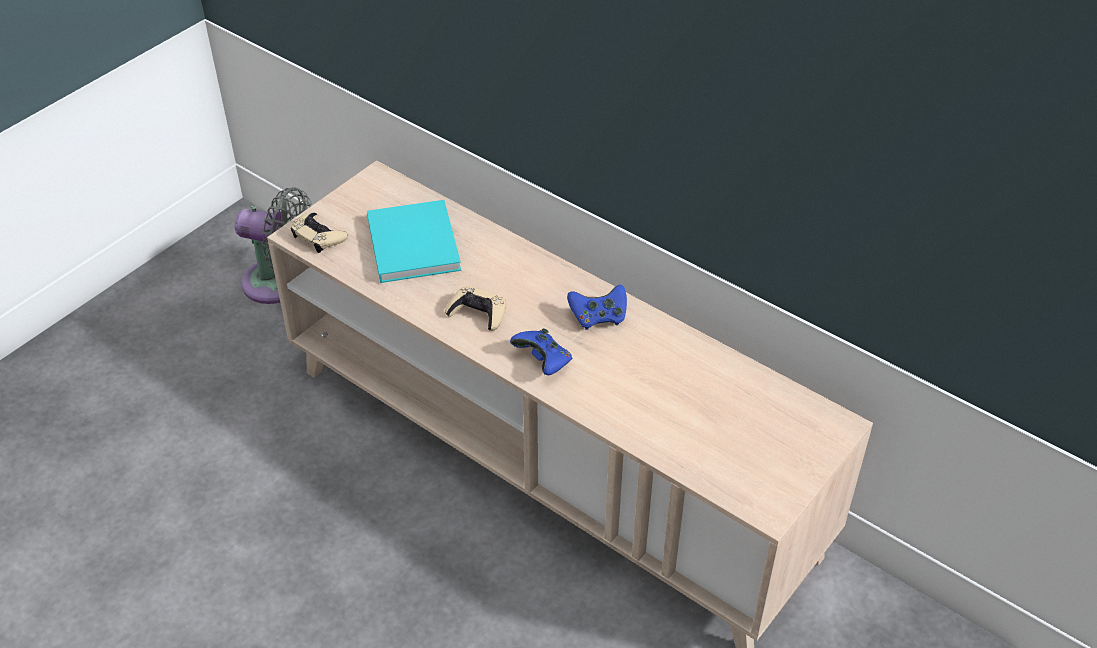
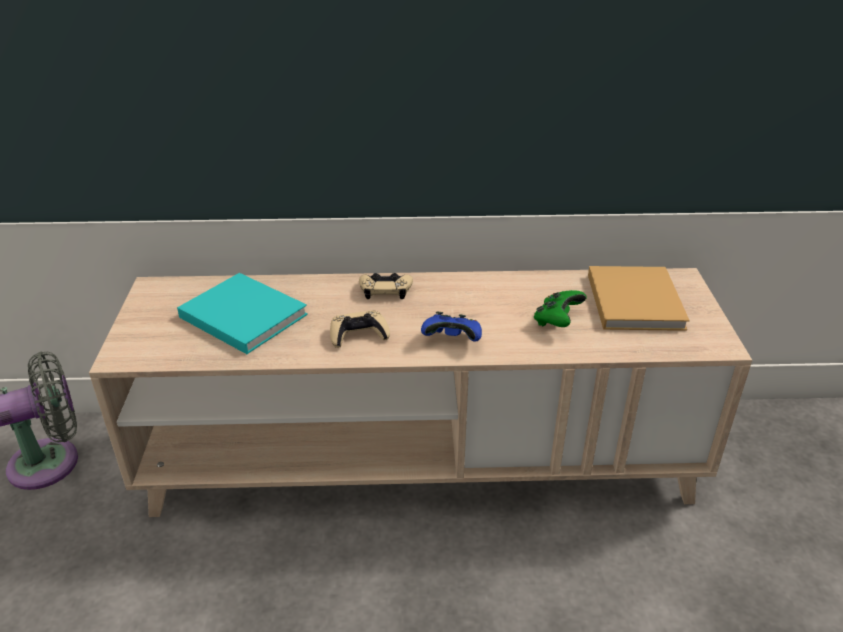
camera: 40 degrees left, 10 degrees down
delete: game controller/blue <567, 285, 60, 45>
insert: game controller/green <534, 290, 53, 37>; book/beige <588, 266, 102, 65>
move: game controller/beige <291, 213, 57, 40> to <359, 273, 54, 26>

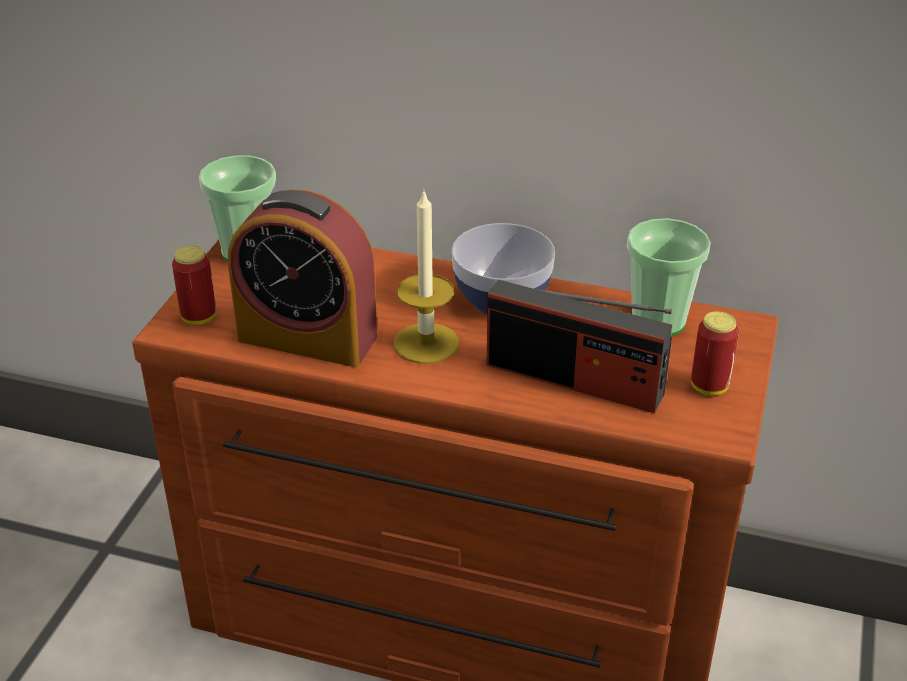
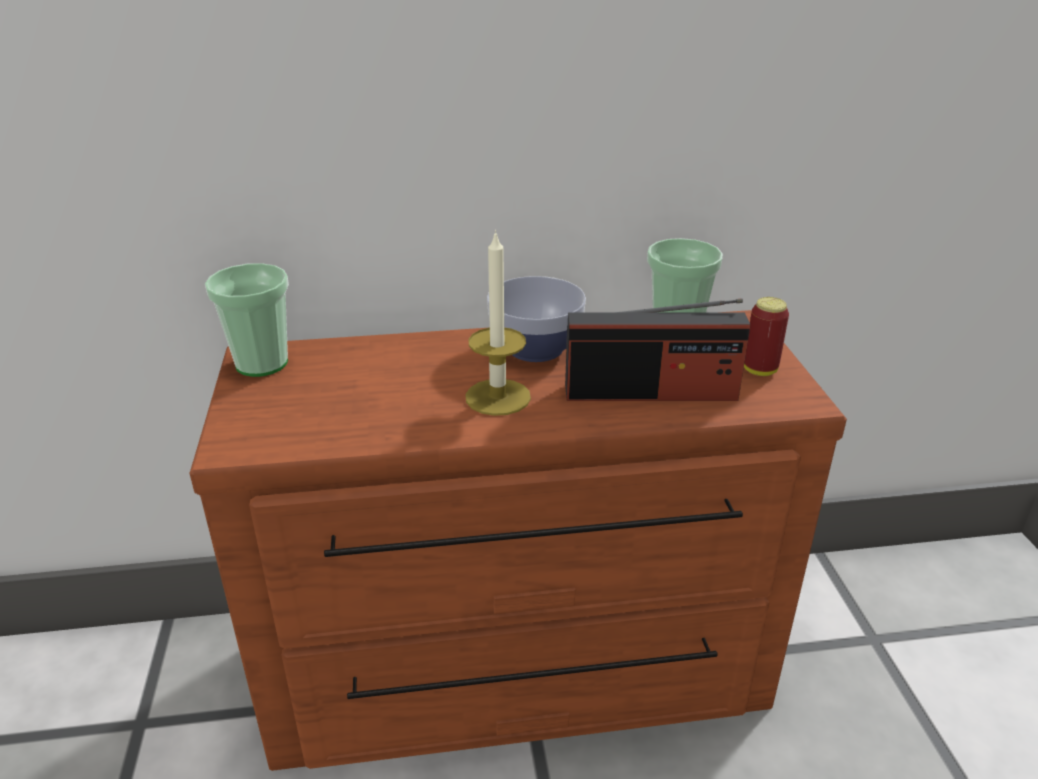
camera: 25 degrees left, 5 degrees down
delete: can <172, 245, 44, 80>; alarm clock <228, 189, 149, 178>

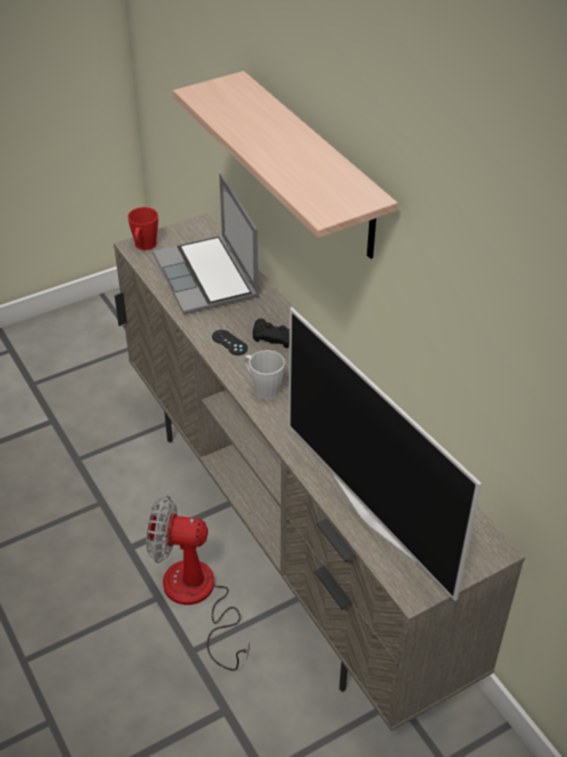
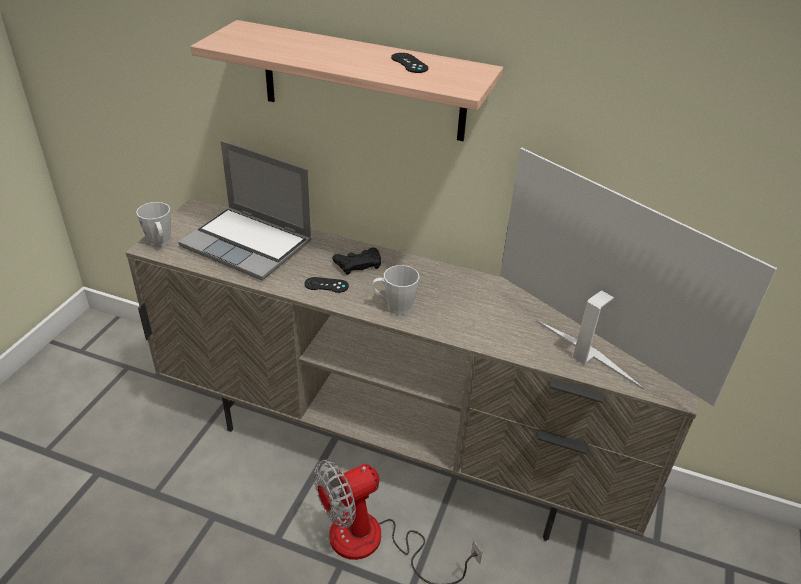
camera: 40 degrees left, 5 degrees down
insert: game controller/black <391, 53, 37, 20>
recolor: mug/red <128, 207, 30, 43> to mug/grey <136, 202, 35, 45>
rotate: television <288, 307, 194, 294> = <500, 147, 277, 259> 150 degrees counterclockwise

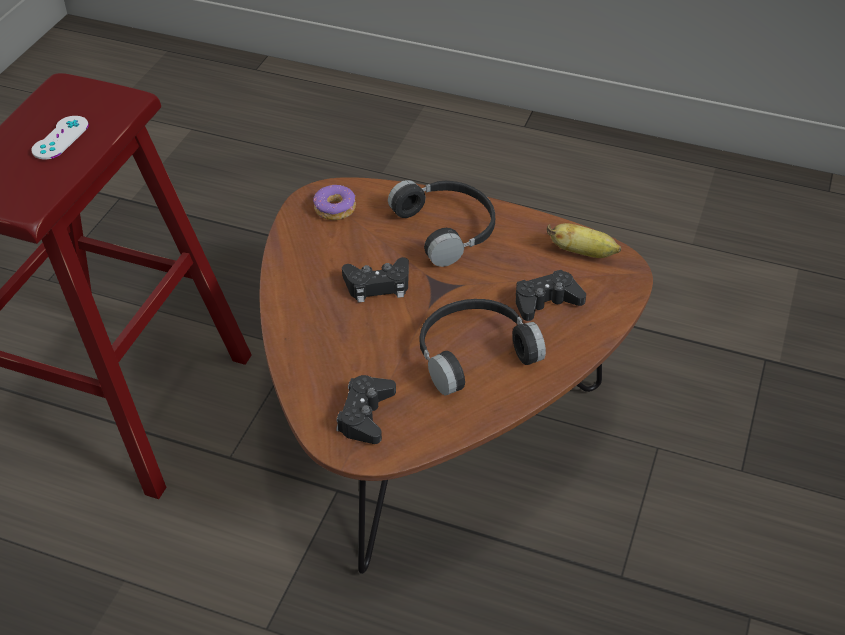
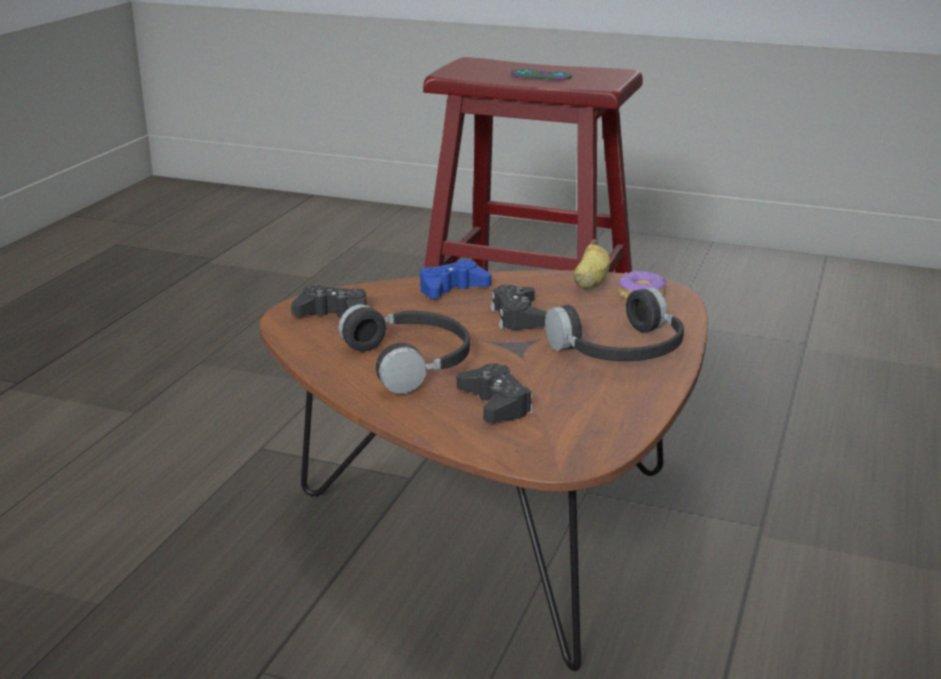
camera: 90 degrees right, 20 degrees down
insert: game controller/blue <420, 260, 71, 38>
move: banana <547, 223, 74, 35> to <573, 239, 37, 50>
recolor: game controller/white <31, 116, 58, 43> to game controller/green <511, 69, 61, 11>

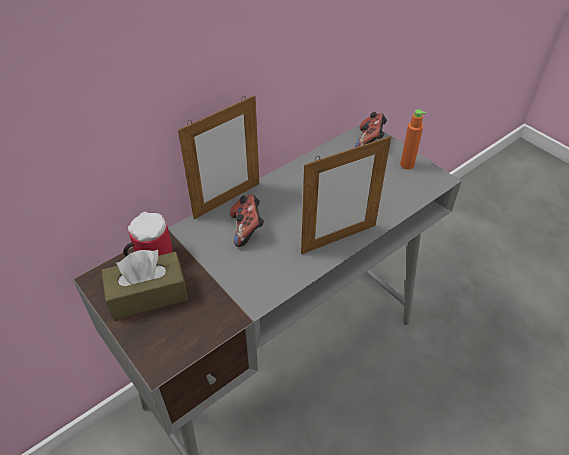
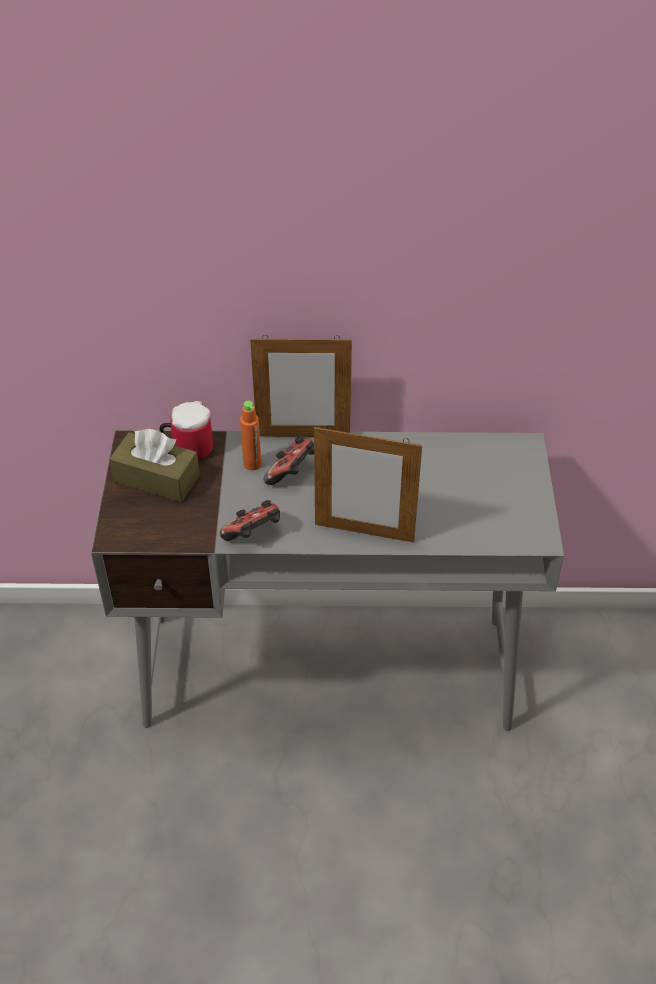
camera: 40 degrees right, 0 degrees up
move: game controller <355, 112, 32, 36> to <220, 500, 60, 41>; bottle/orange <400, 109, 26, 61> to <240, 401, 21, 69>

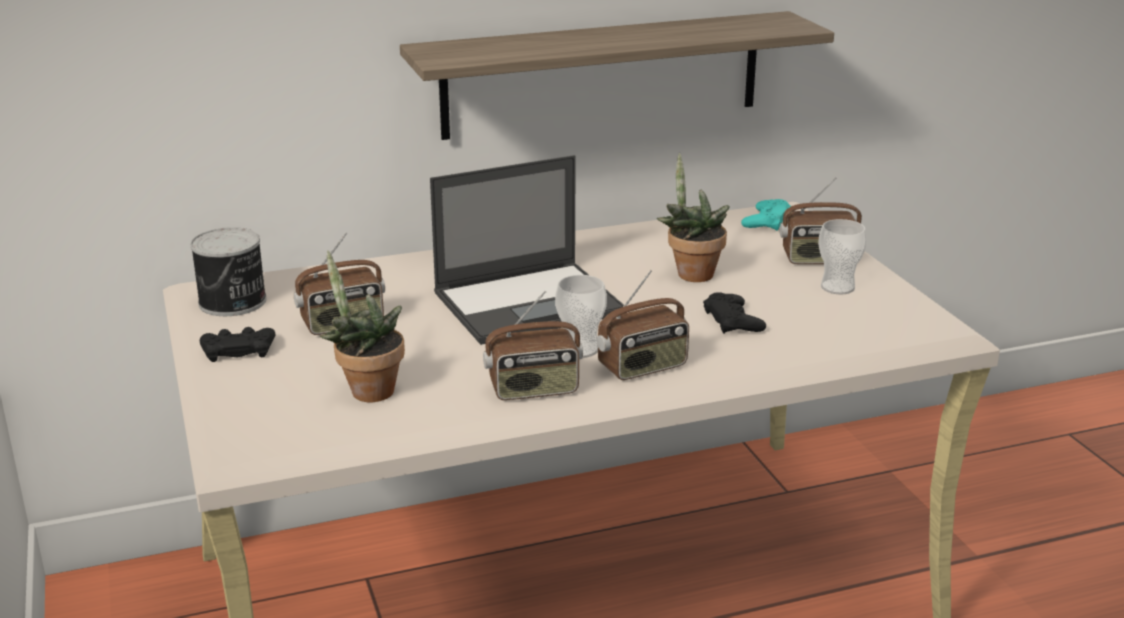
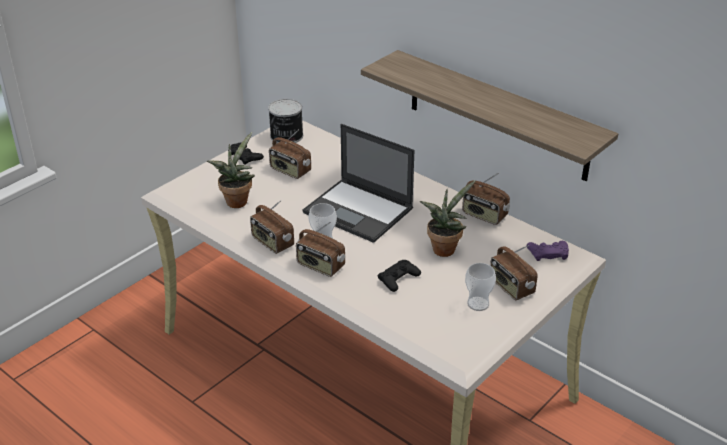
camera: 60 degrees right, 10 degrees up
insert: radio <462, 173, 48, 52>
recolor: game controller/turquoise <741, 199, 50, 32> to game controller/purple <527, 241, 42, 20>

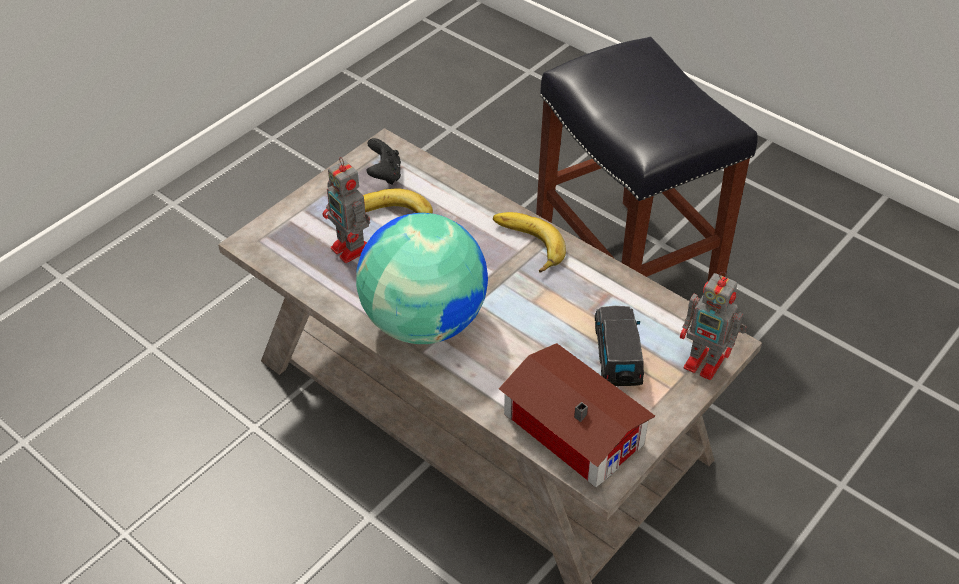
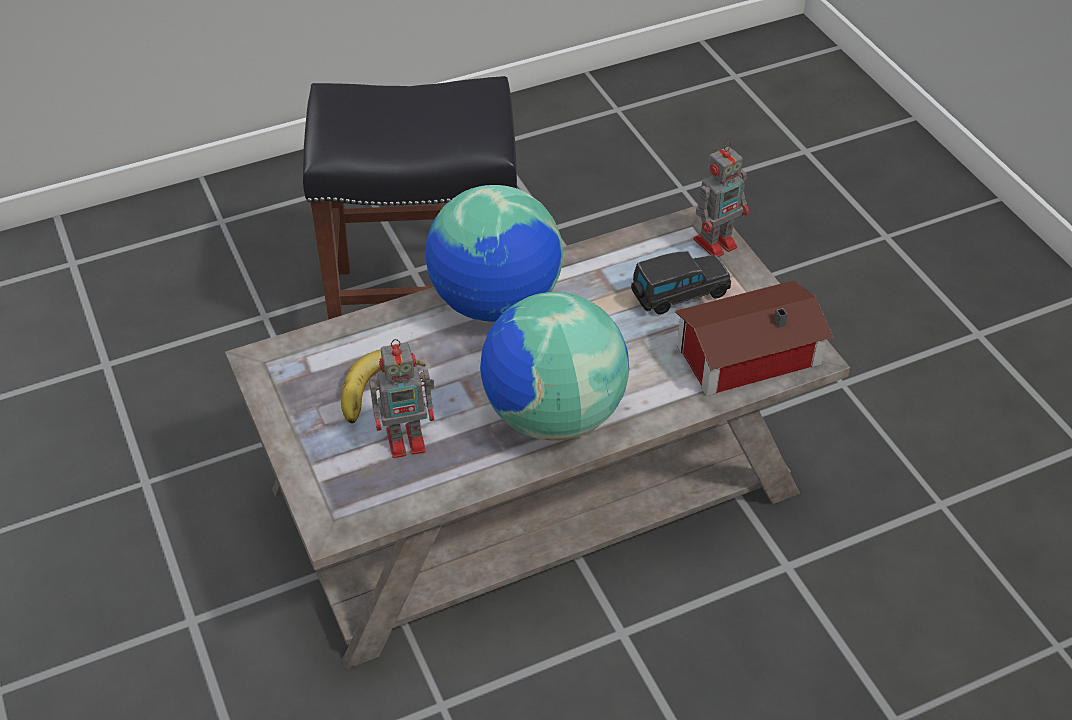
camera: 65 degrees left, 0 degrees up
delete: game controller/black <367, 138, 34, 47>
replace: banana <493, 212, 73, 60> to globe <425, 185, 138, 138>
rotate: toy car/black <595, 306, 49, 80> = <631, 251, 100, 64> 135 degrees clockwise

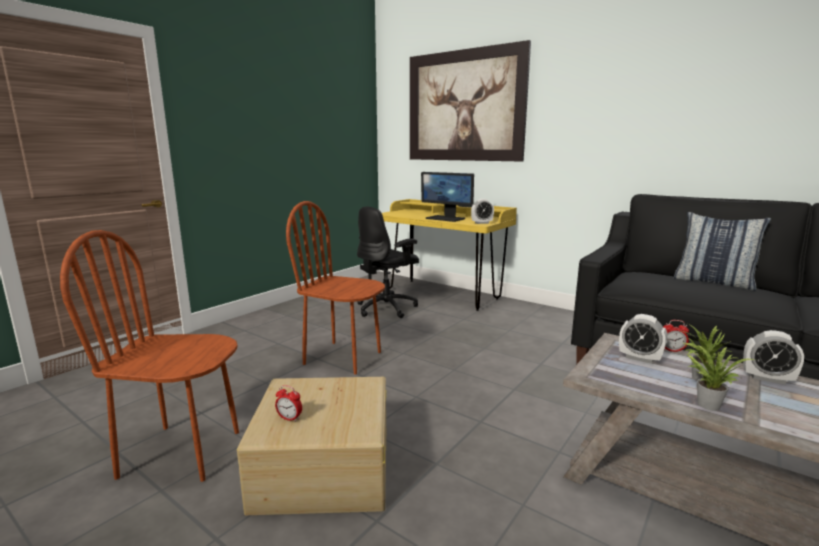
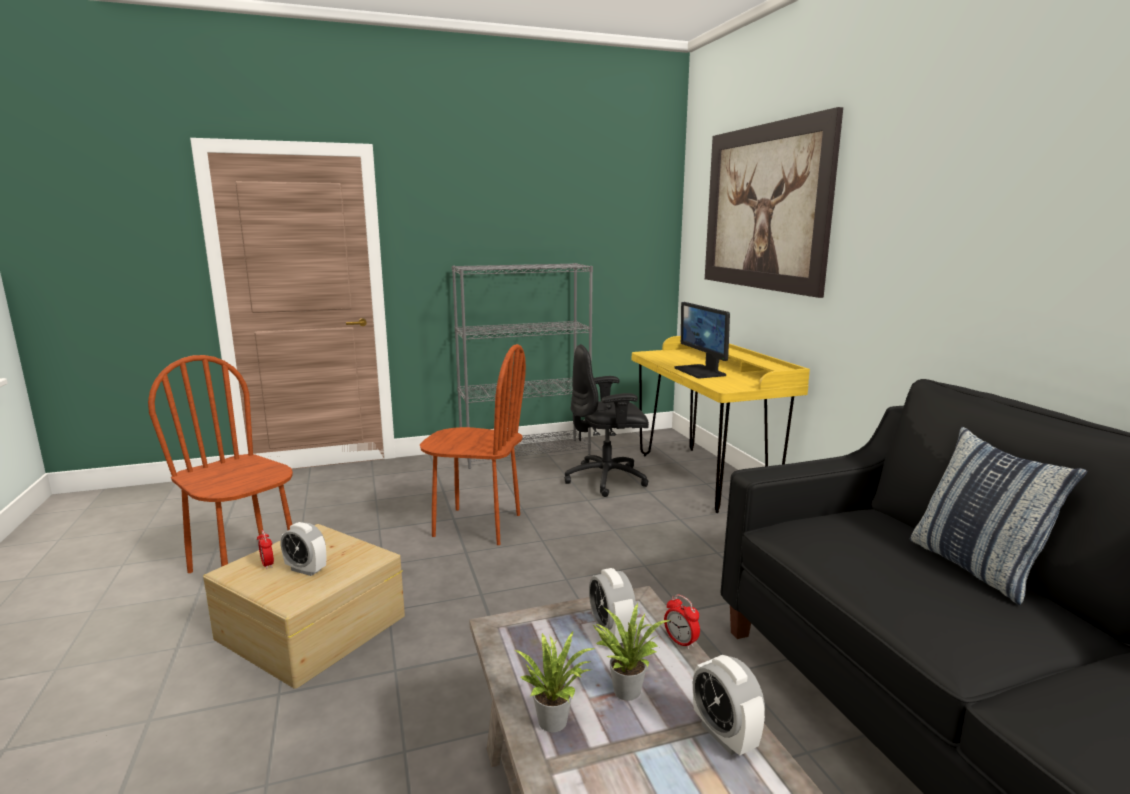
camera: 35 degrees right, 0 degrees up
insert: bookcase/grey <452, 263, 141, 206>
move: alarm clock <471, 199, 23, 25> to <281, 522, 45, 54>
rotate: chair/brown <286, 201, 99, 174> = <420, 344, 106, 201> 135 degrees clockwise

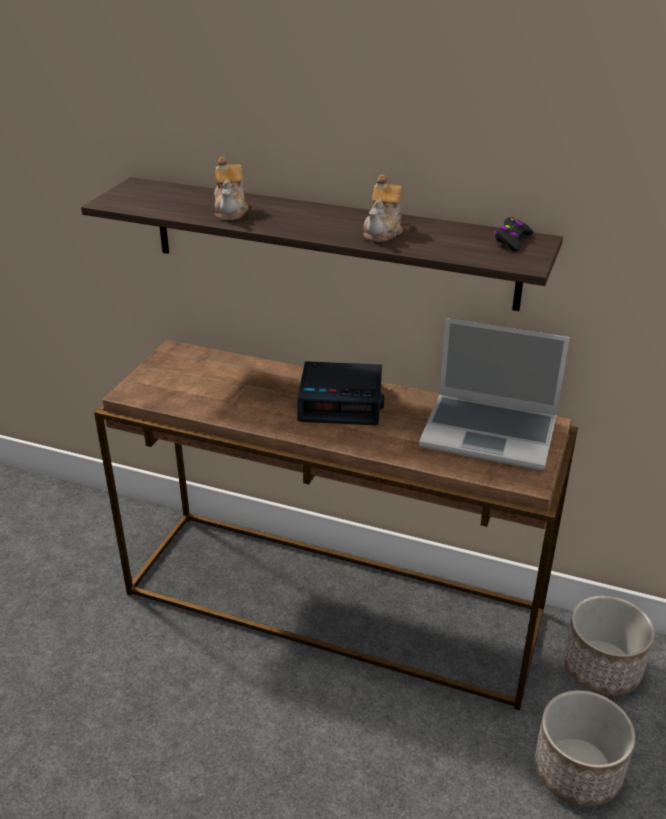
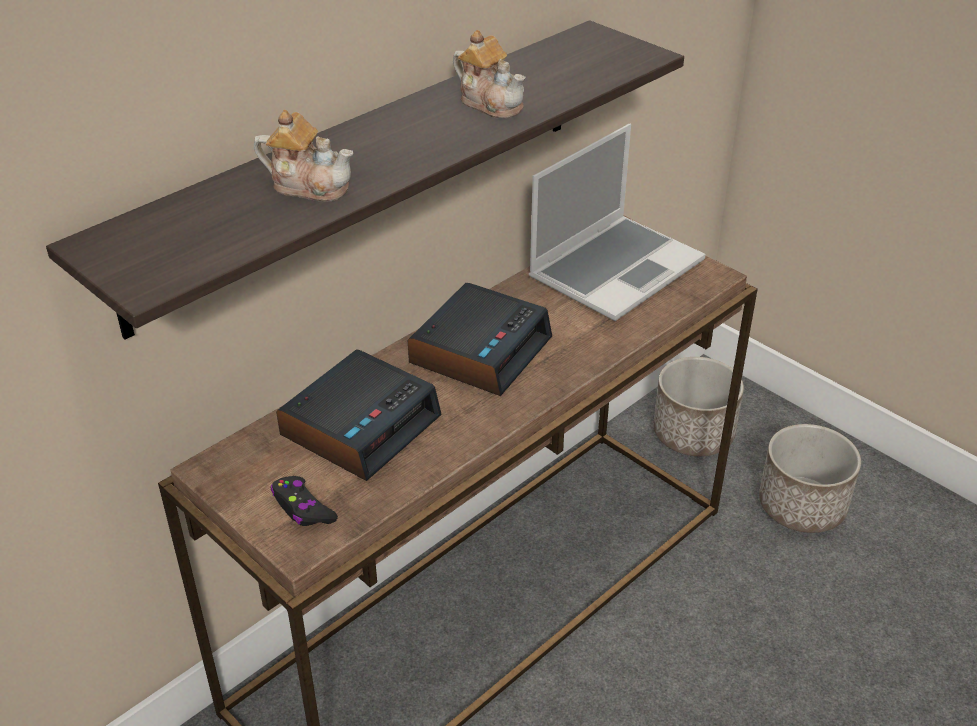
camera: 65 degrees left, 5 degrees up
insert: alarm clock <276, 349, 166, 132>
move: game controller/black <494, 217, 39, 35> to <271, 476, 67, 50>

